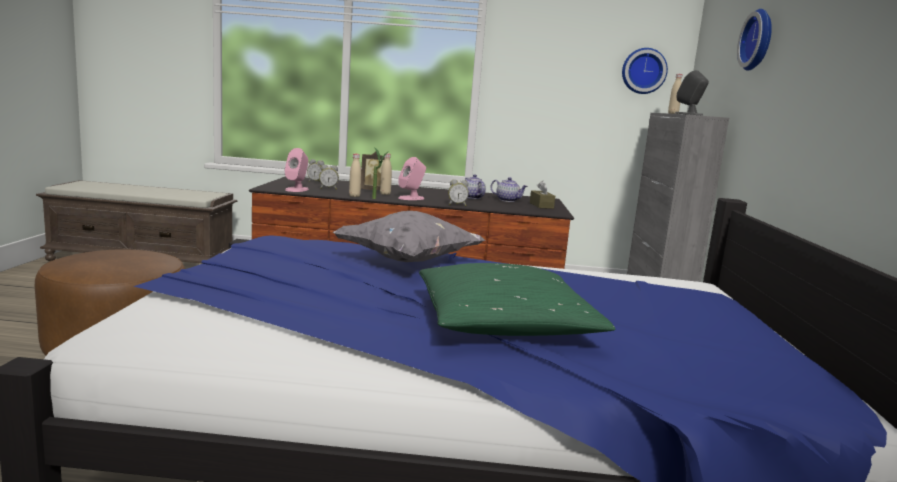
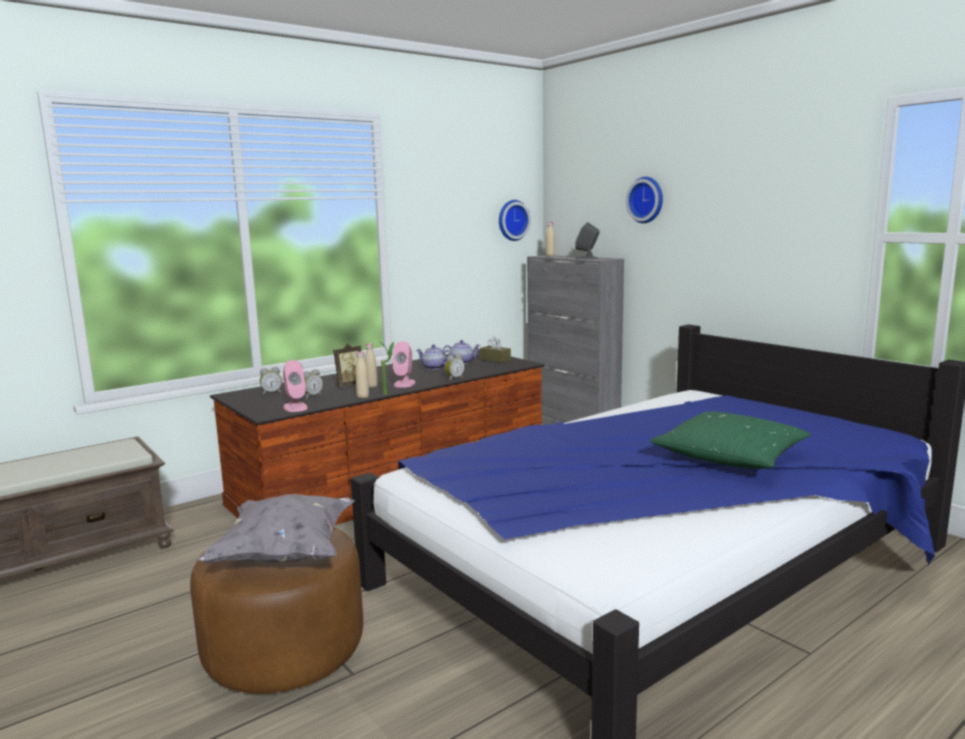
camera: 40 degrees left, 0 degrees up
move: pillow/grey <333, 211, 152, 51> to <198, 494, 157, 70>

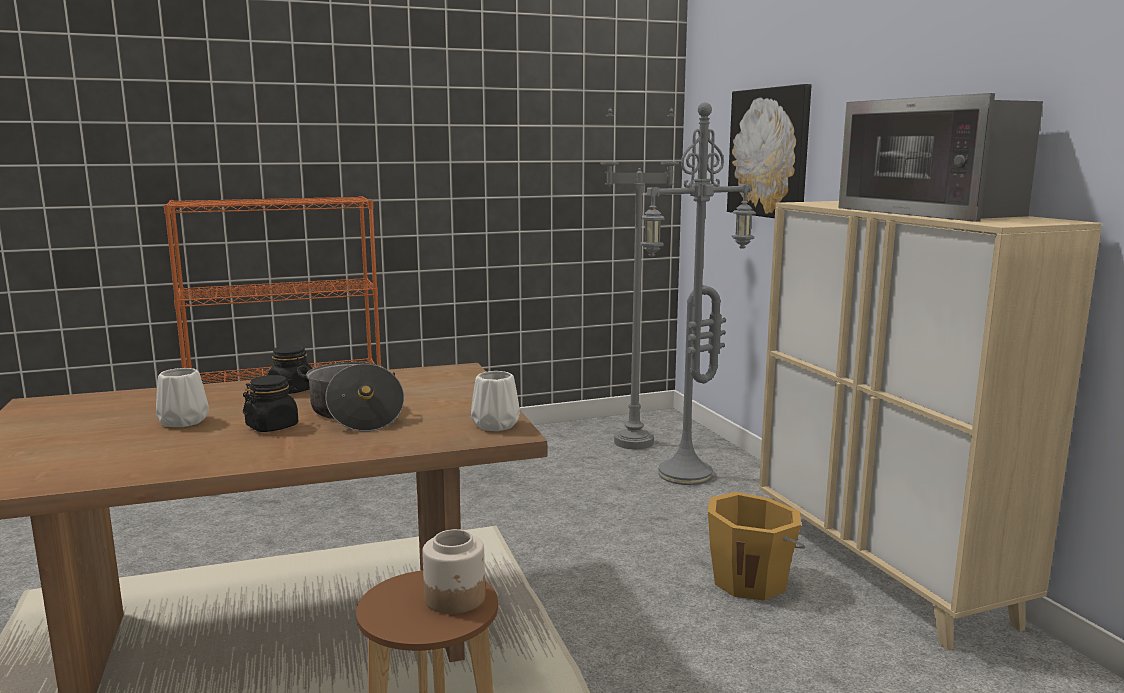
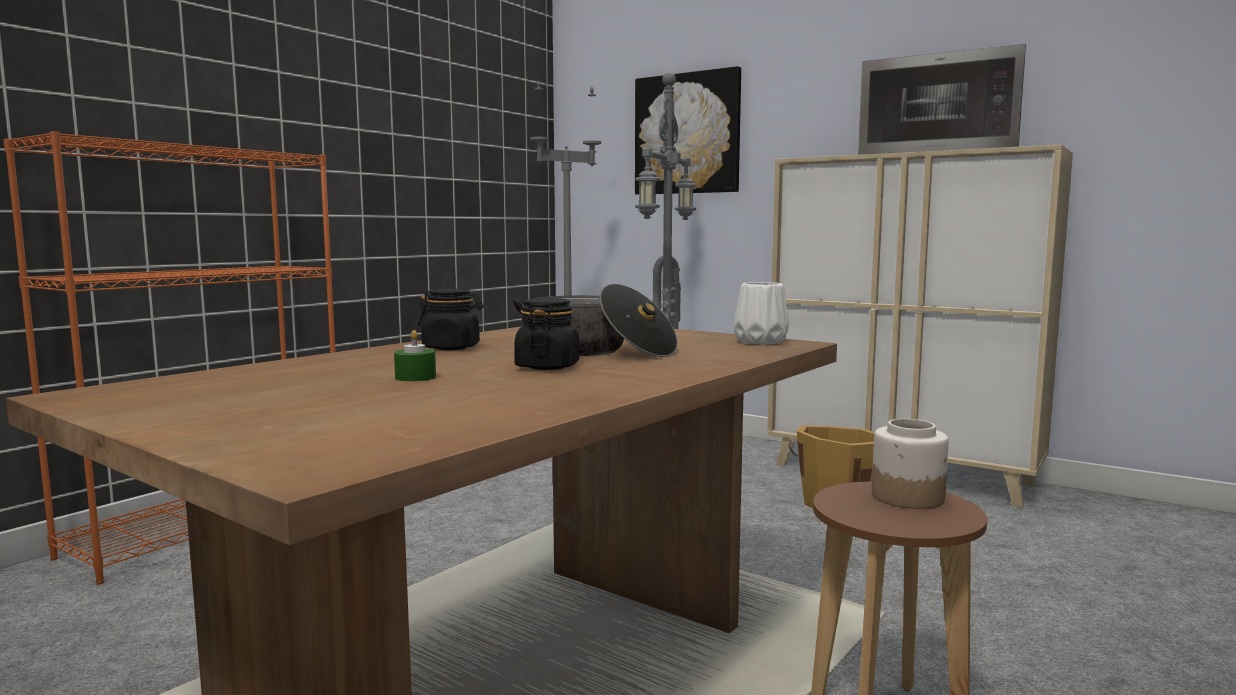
camera: 35 degrees left, 5 degrees down
replace: vase/white <156, 368, 53, 59> to candle/green <394, 330, 42, 52>

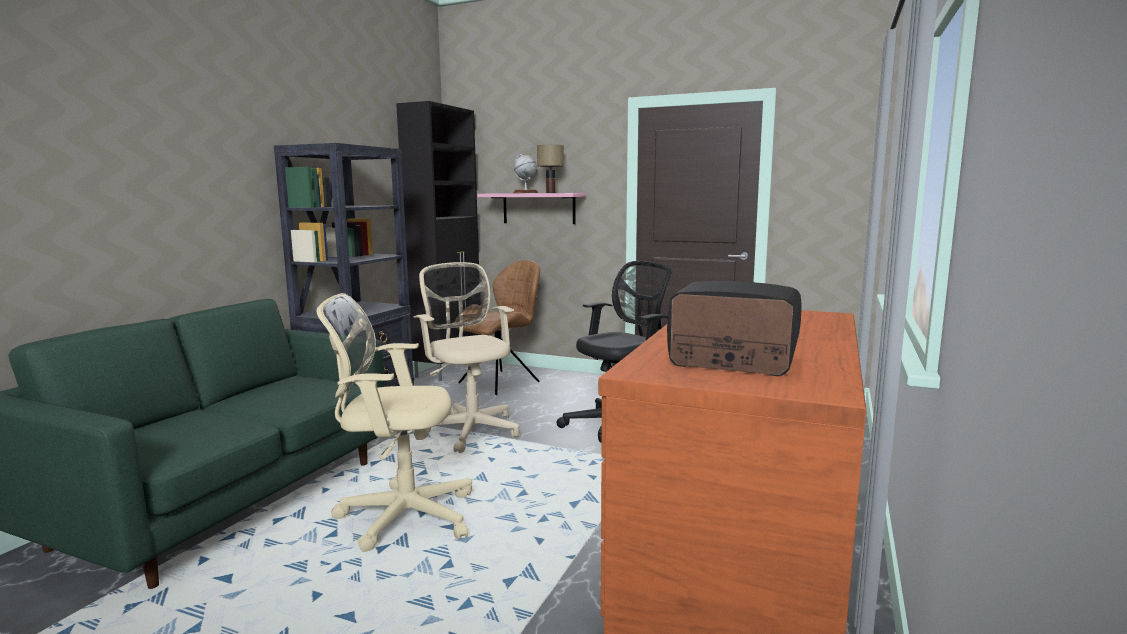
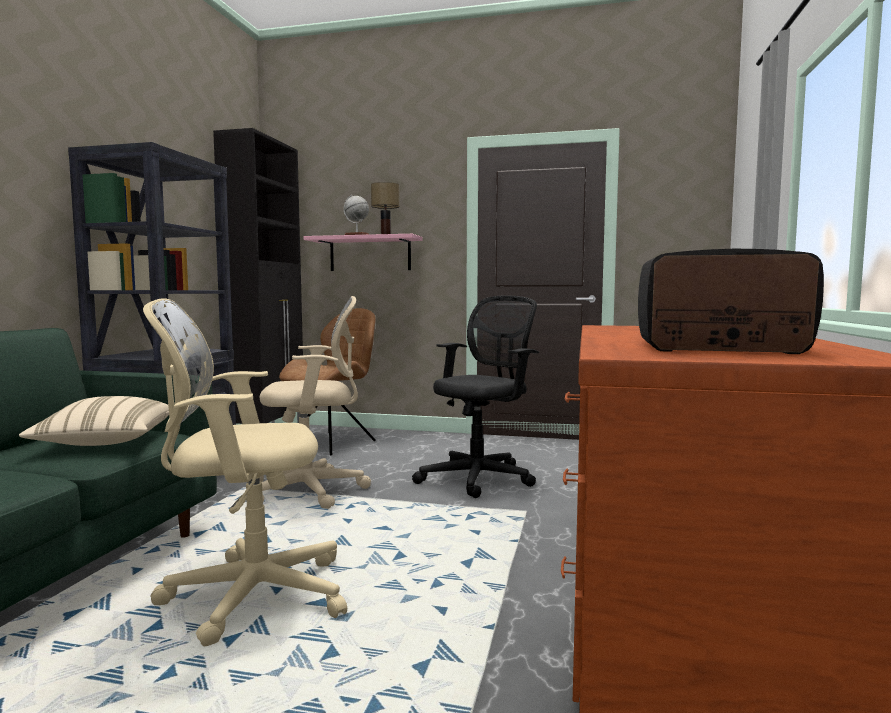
camera: 10 degrees left, 5 degrees down
insert: pillow/beige <19, 396, 150, 50>
rotate: office chair/beige <413, 262, 107, 191> = <259, 296, 112, 213> 120 degrees clockwise

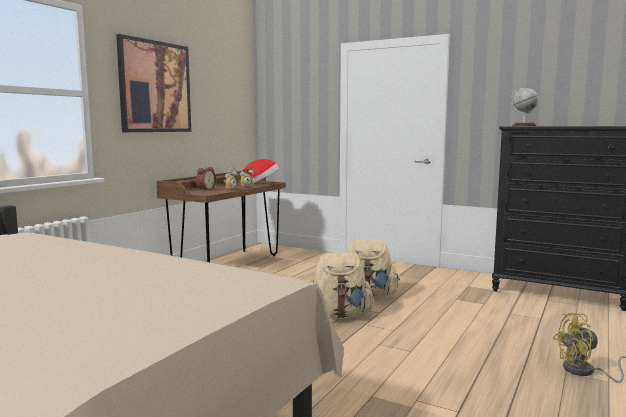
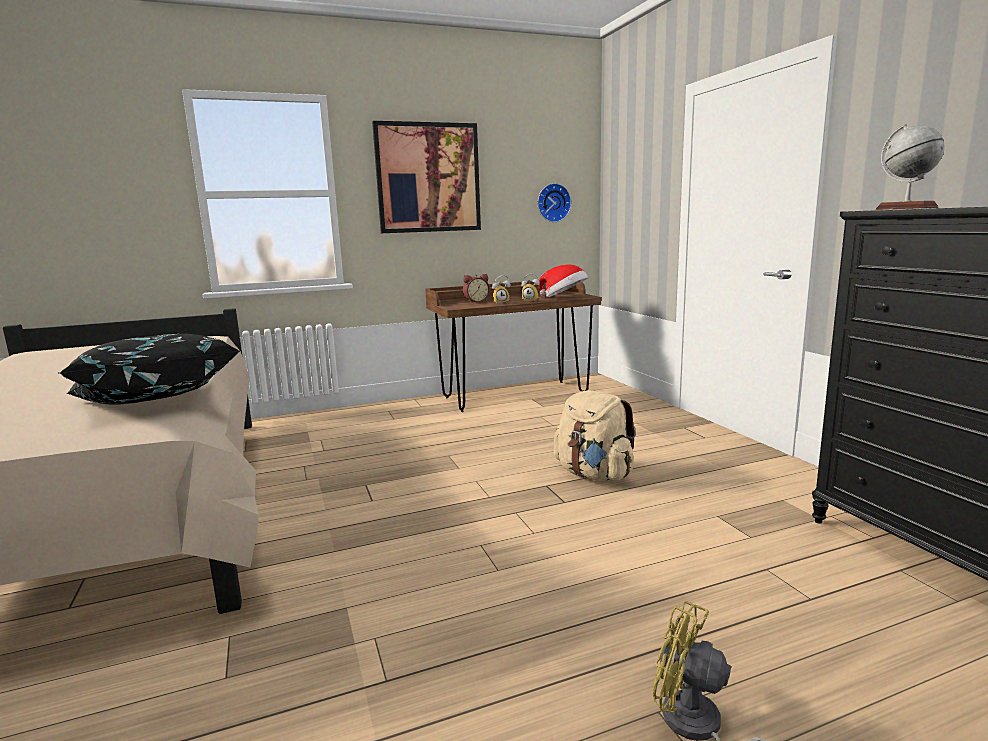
camera: 40 degrees right, 5 degrees up
delete: backpack/beige <312, 253, 63, 66>
insert: pillow/black <58, 334, 182, 71>; wall clock <538, 183, 34, 39>

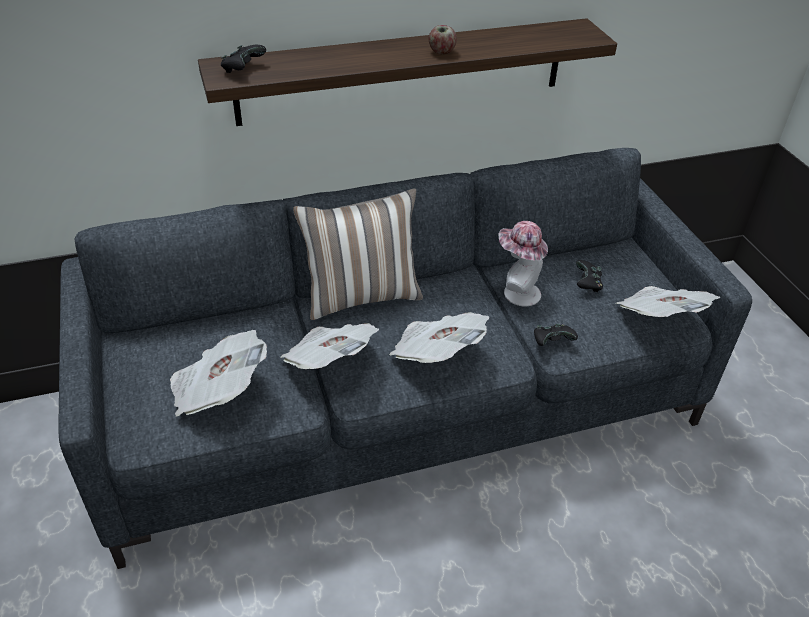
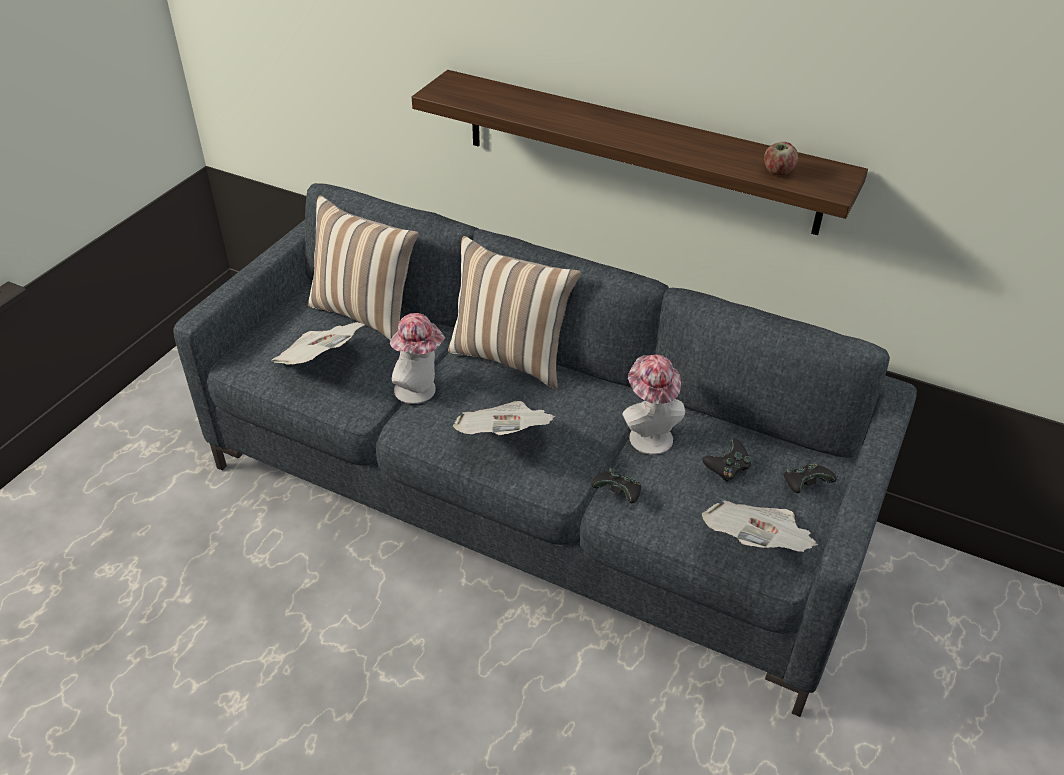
camera: 45 degrees right, 0 degrees up
insert: pillow <308, 196, 110, 144>
move: apple <429, 25, 28, 29> to <764, 142, 34, 34>; game controller/black <221, 45, 45, 28> to <783, 464, 54, 29>
replace: newspaper <280, 323, 99, 46> to hat <390, 313, 55, 91>

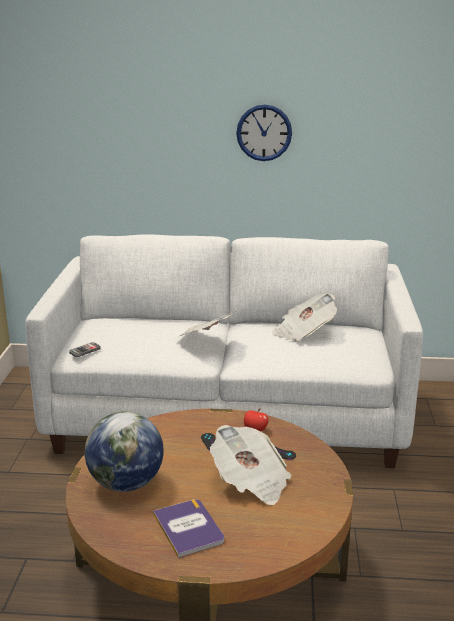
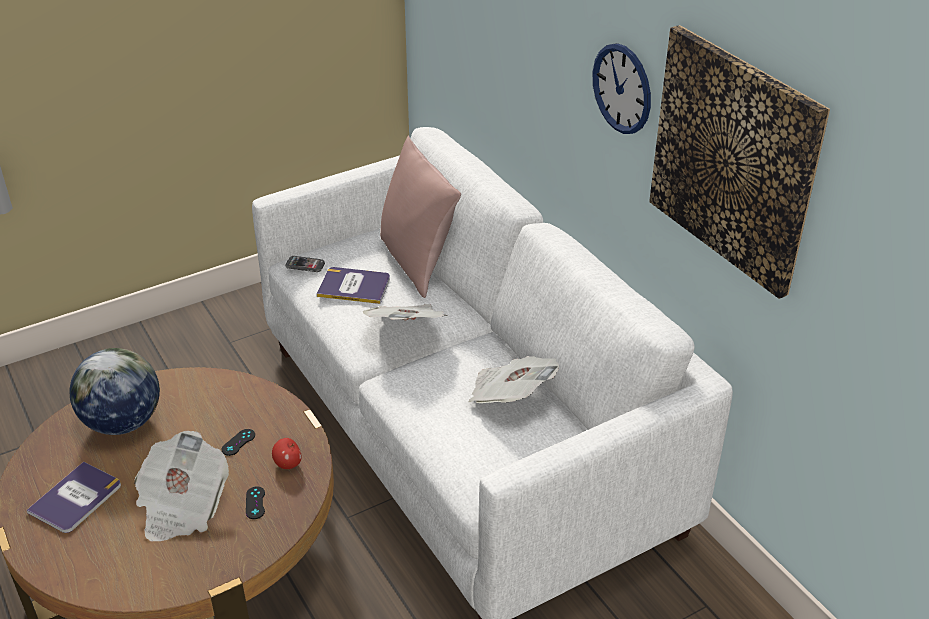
camera: 55 degrees right, 15 degrees up
insert: book <317, 267, 73, 37>; pillow/pink <380, 136, 81, 162>; picture <649, 25, 181, 274>

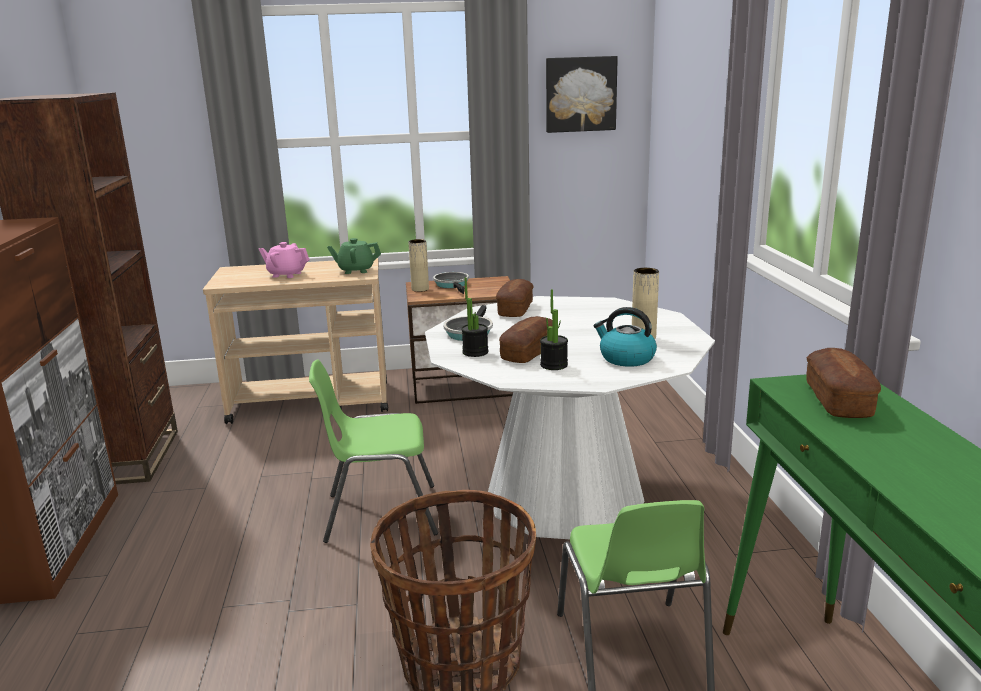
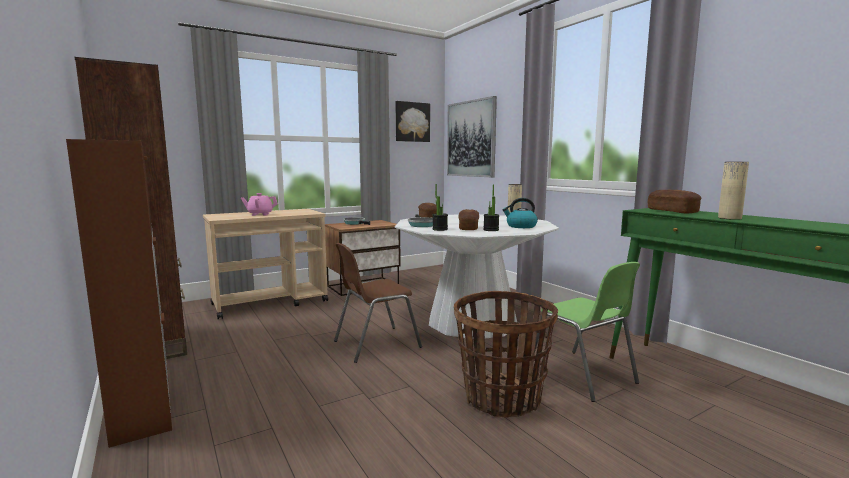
camera: 25 degrees left, 10 degrees down
delete: teapot/green <327, 238, 54, 36>
insert: picture <447, 96, 50, 81>
move: vase/beige <408, 239, 21, 53> to <718, 162, 31, 58>
recolor: chair/green <309, 359, 129, 184> to chair/brown <334, 243, 88, 120>

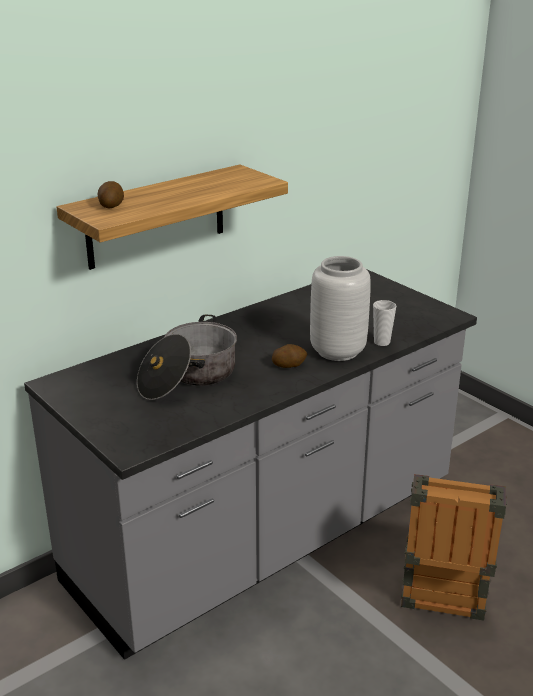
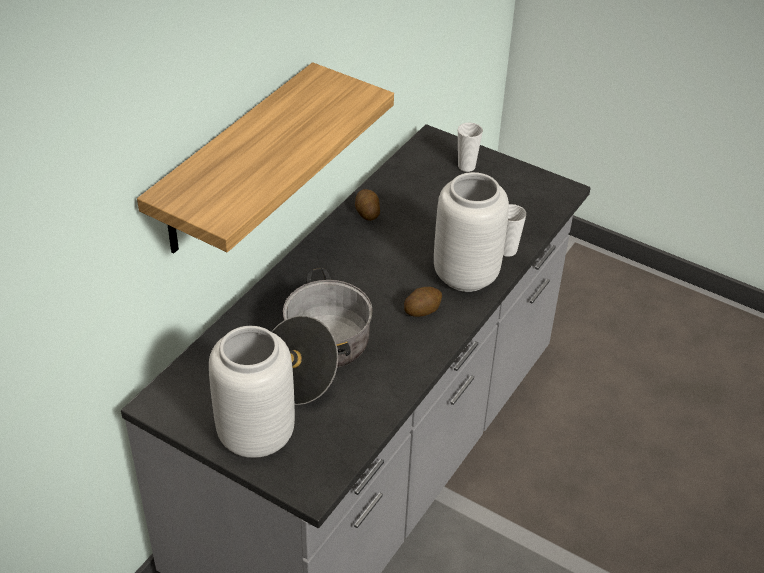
camera: 20 degrees left, 15 degrees up
delete: crate <401, 474, 106, 147>
insert: vase/grey <209, 326, 86, 132>; cup <458, 122, 25, 50>
move: potato <98, 181, 26, 27> to <355, 189, 25, 32>

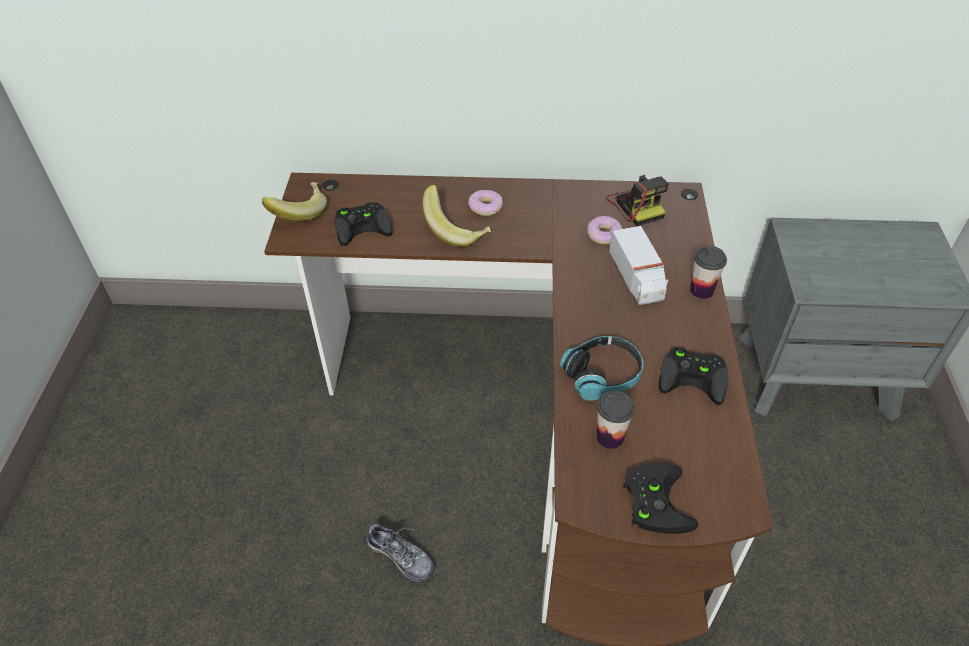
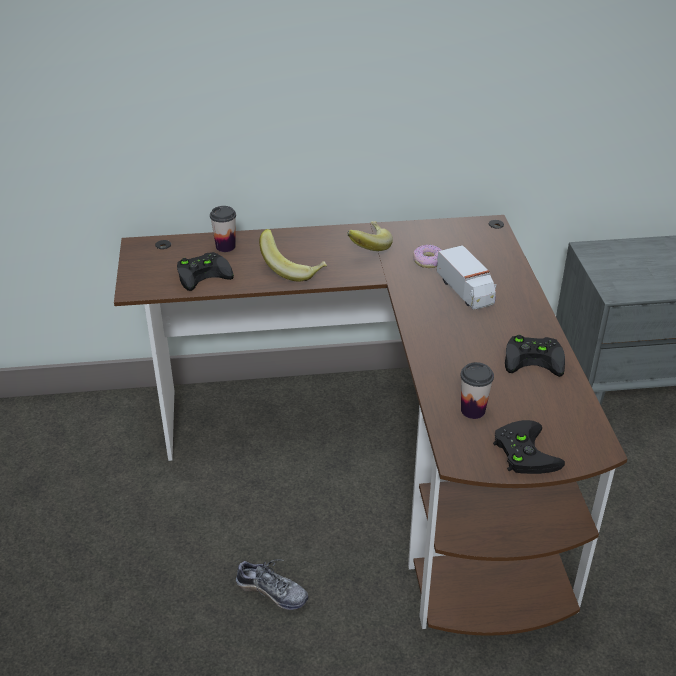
camera: 10 degrees left, 10 degrees down
delete: donut <468, 190, 35, 26>; headphones <560, 336, 83, 65>; photo camera <606, 175, 63, 51>
move: cup <690, 246, 37, 53> to <210, 206, 26, 46>; banana <262, 182, 65, 39> to <347, 221, 46, 30>

